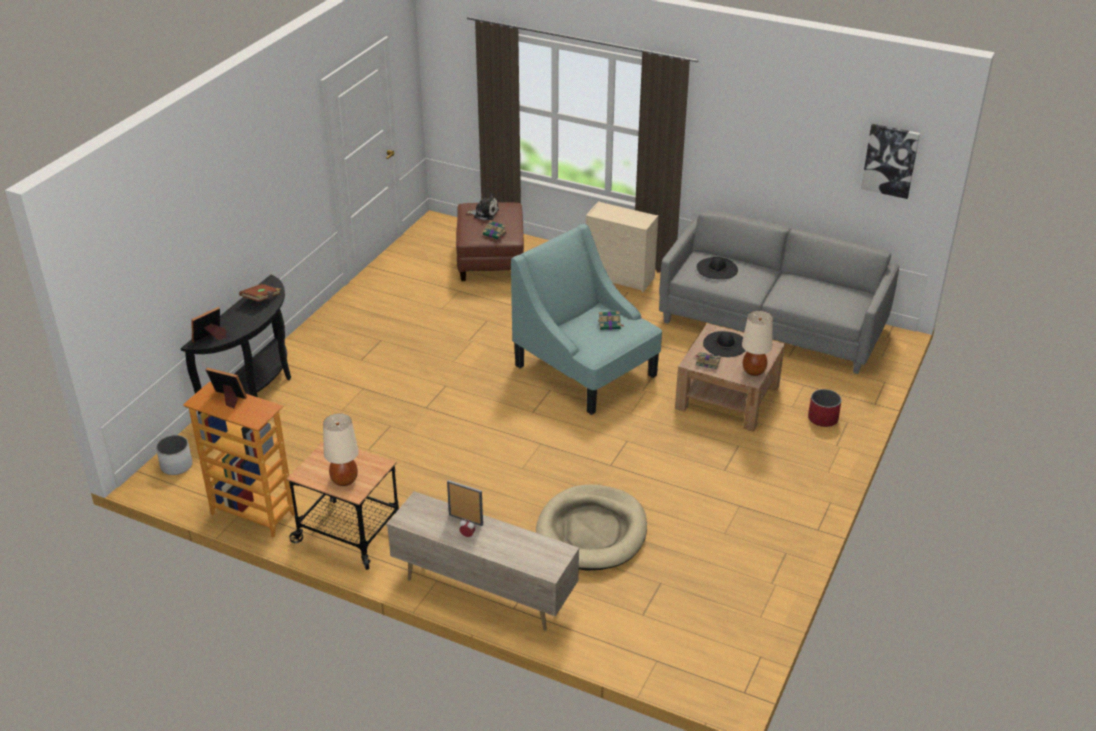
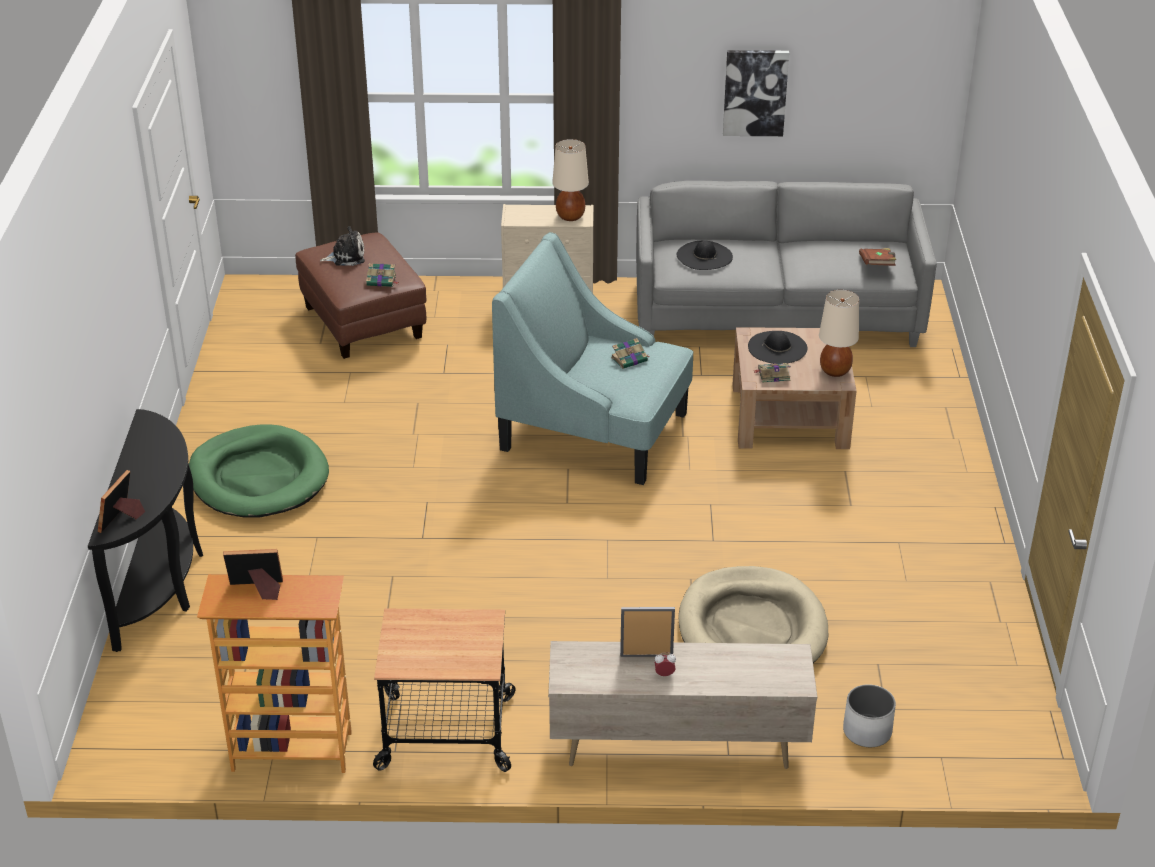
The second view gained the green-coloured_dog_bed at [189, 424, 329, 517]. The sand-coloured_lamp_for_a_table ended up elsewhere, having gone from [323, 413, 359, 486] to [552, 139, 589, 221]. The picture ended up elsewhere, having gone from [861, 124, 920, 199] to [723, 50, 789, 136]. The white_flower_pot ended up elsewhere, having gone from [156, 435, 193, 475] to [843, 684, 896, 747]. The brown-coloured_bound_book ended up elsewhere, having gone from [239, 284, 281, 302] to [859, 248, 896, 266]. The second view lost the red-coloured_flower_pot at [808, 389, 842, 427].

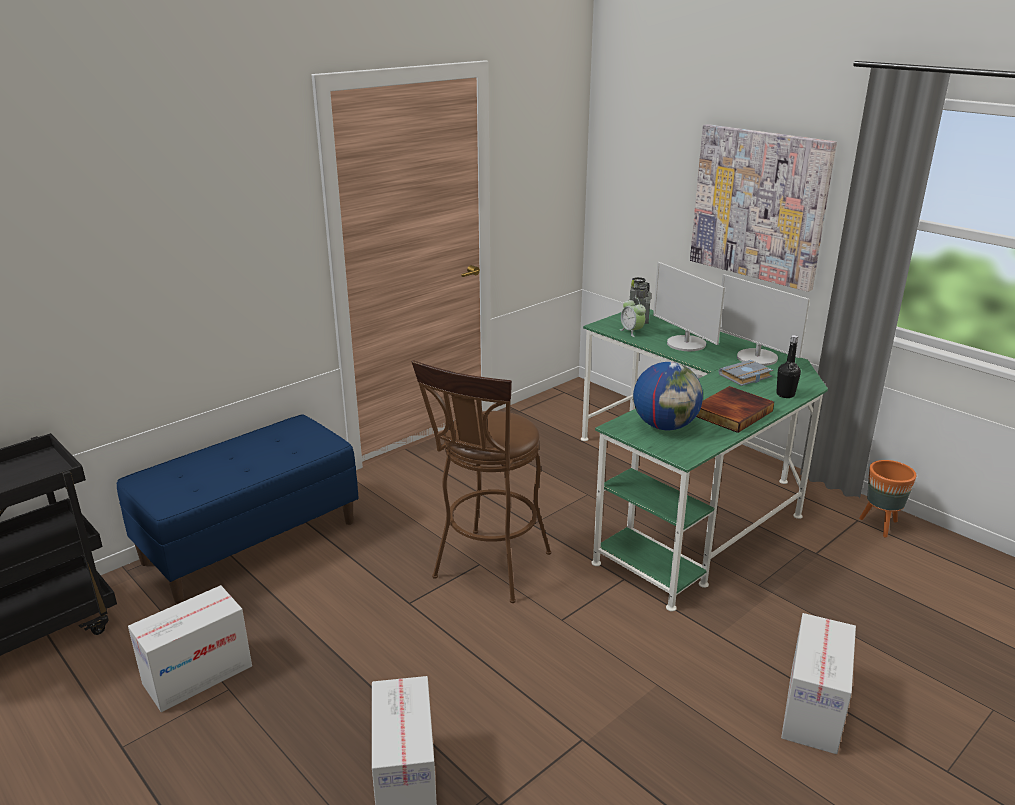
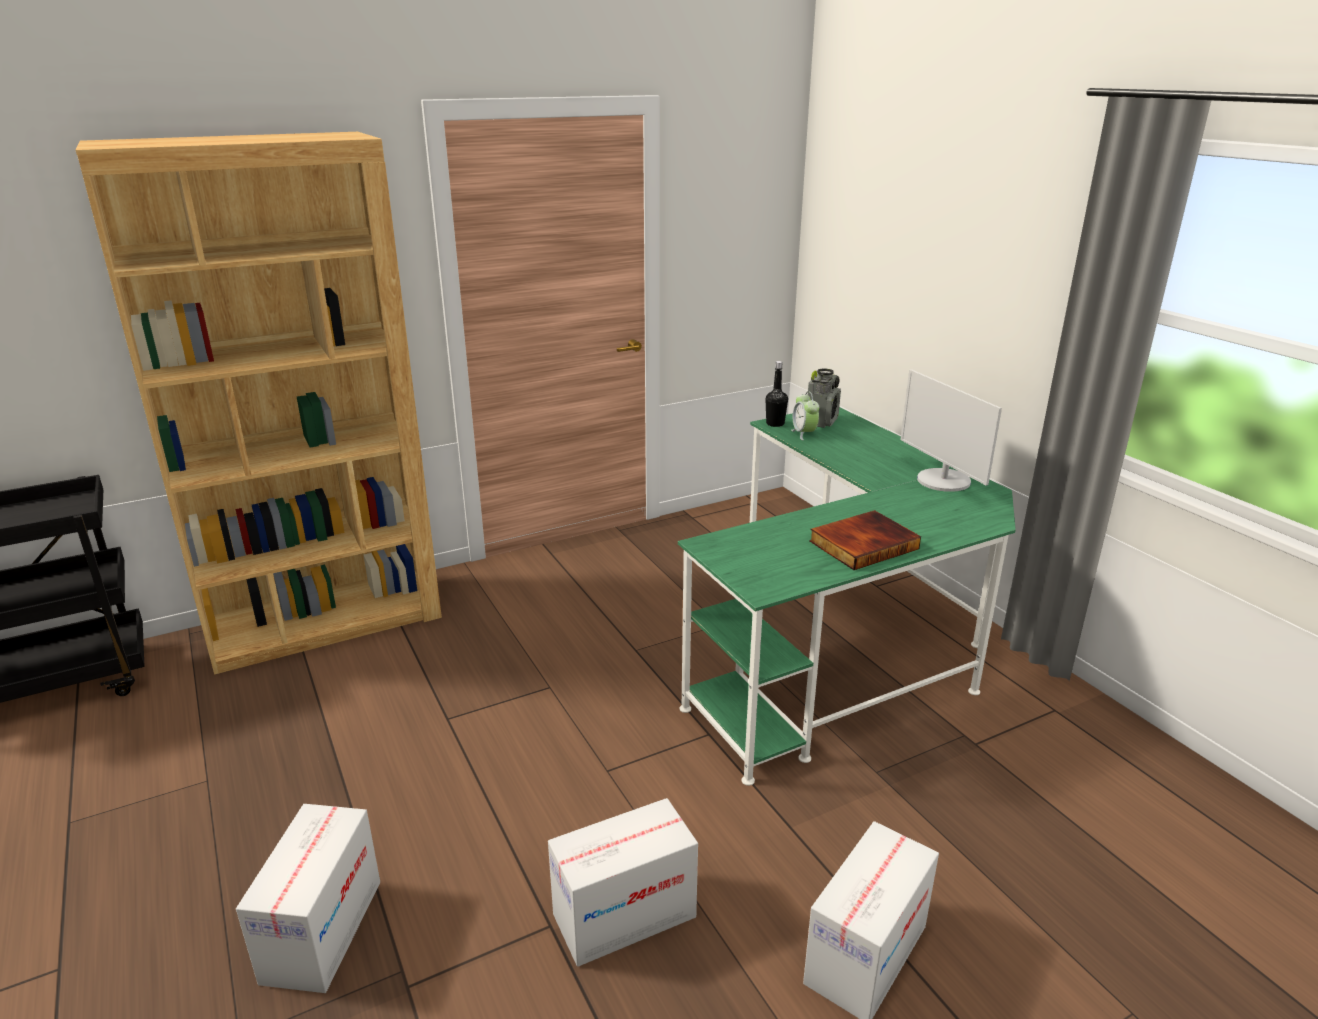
Where the blue_indoor_bench stood at [117, 414, 359, 603], the brown-coloured_shelving_unit came to stand at [76, 132, 442, 675]. The packing_box ended up elsewhere, having gone from [128, 585, 252, 712] to [548, 798, 698, 967]. The black_beverage_bottle ended up elsewhere, having gone from [776, 335, 801, 398] to [766, 361, 788, 427]. The second view lost the brown-coloured_stool at [412, 360, 551, 603]. The second view lost the globe at [633, 362, 703, 430]. The second view lost the monitor at [653, 262, 725, 351]. The second view lost the picture at [690, 124, 837, 292]. The second view lost the grey_bound_book at [719, 360, 773, 386]. The second view lost the orange_flower_pot at [859, 460, 917, 538].

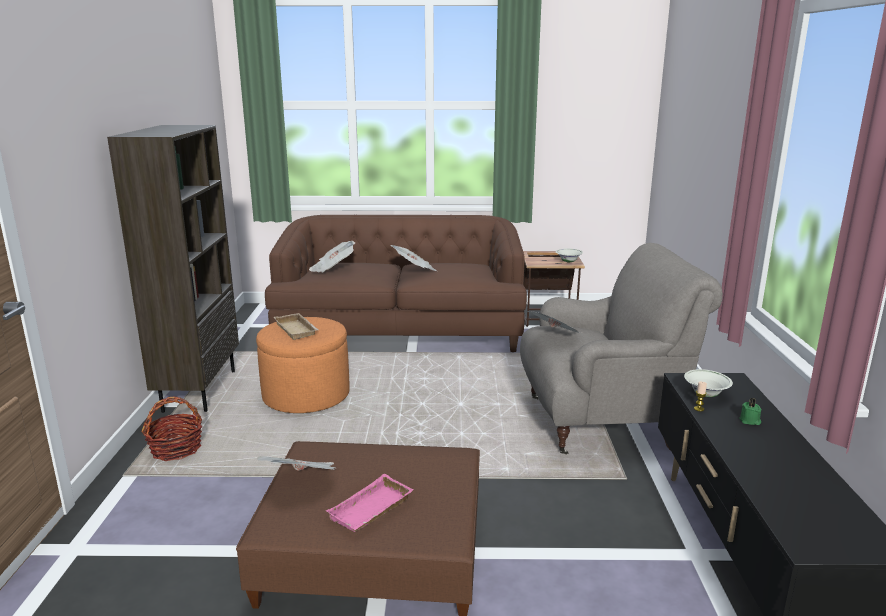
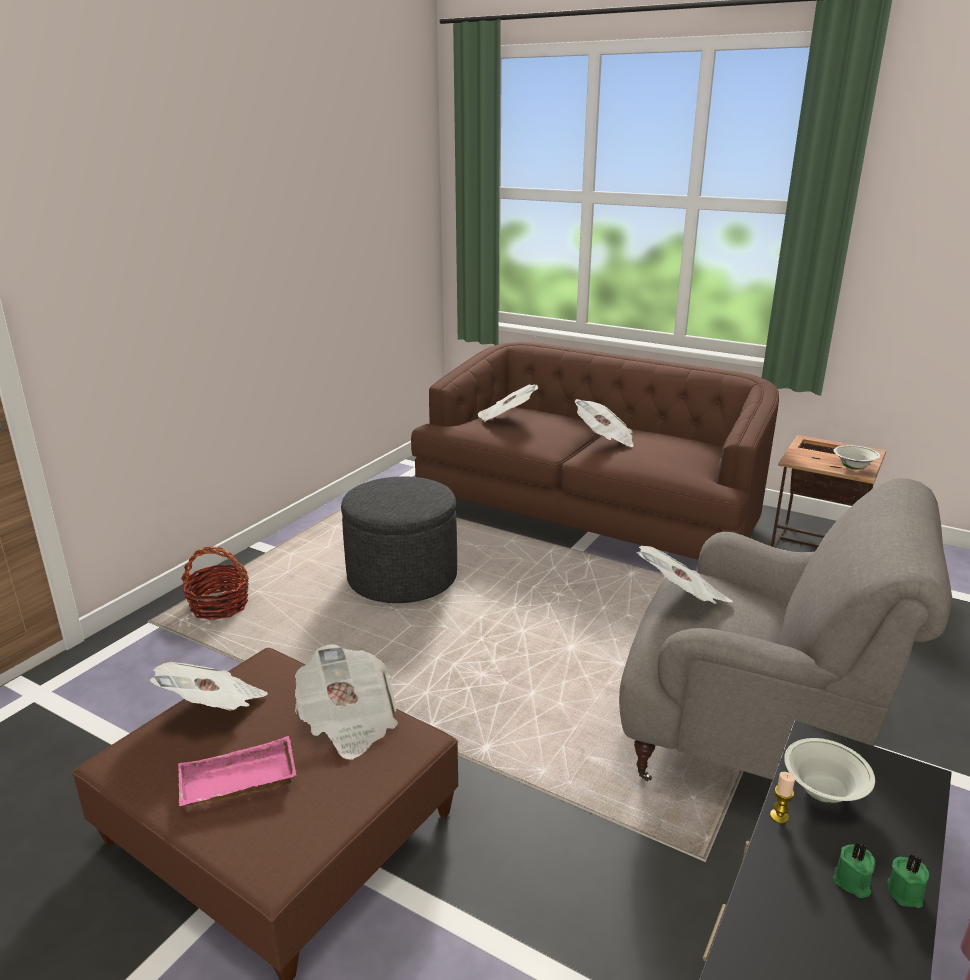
The second view gained the printed_paper at [295, 644, 398, 760]. What was the orange_footrest at [256, 317, 350, 413] turned into the grey_footrest at [341, 476, 457, 603]. The second view gained the green-coloured_wax_candle at [887, 854, 929, 908]. The second view lost the brown-coloured_shelving_unit at [107, 125, 239, 413]. The second view lost the sand-coloured_serving_tray at [274, 313, 318, 340].

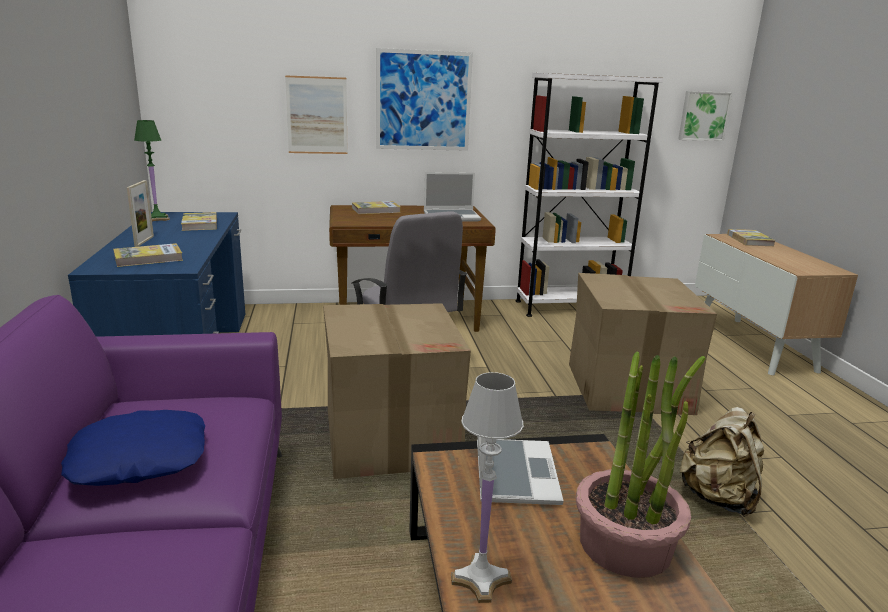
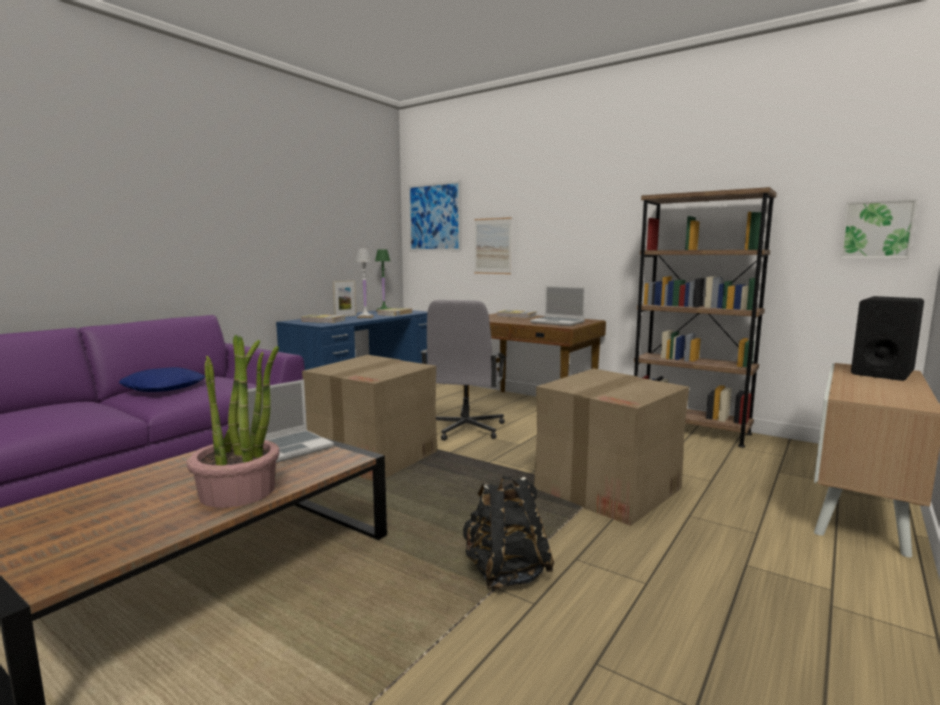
The white_lamp_for_a_table ended up elsewhere, having gone from [451, 372, 523, 603] to [355, 249, 374, 318]. The picture ended up elsewhere, having gone from [376, 48, 473, 151] to [408, 180, 461, 251]. What was the sand-coloured_knapsack at [679, 407, 764, 517] turned into the black_knapsack at [463, 476, 555, 589]. What was the white_shelving_unit at [515, 73, 663, 317] turned into the brown-coloured_shelving_unit at [634, 187, 777, 448]. Where the bound_book stood at [727, 229, 776, 246], the black_loudspeaker came to stand at [851, 296, 924, 381].

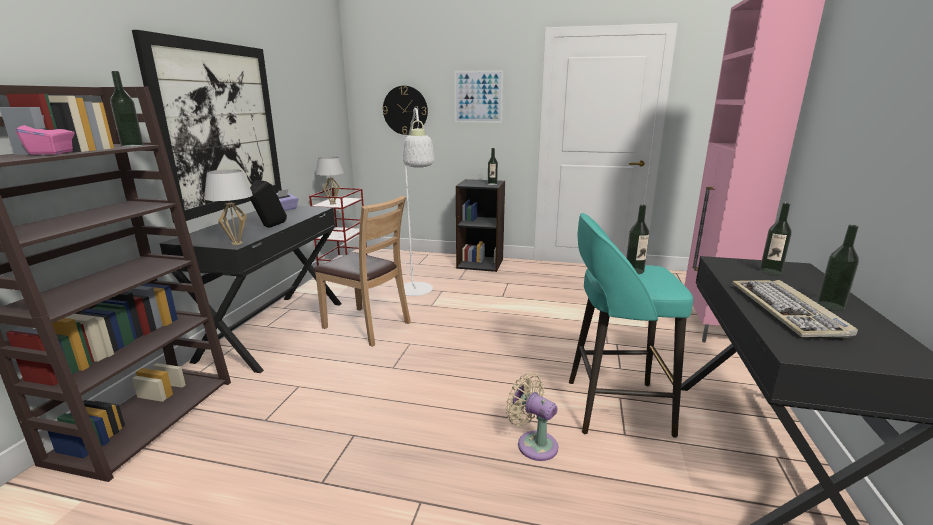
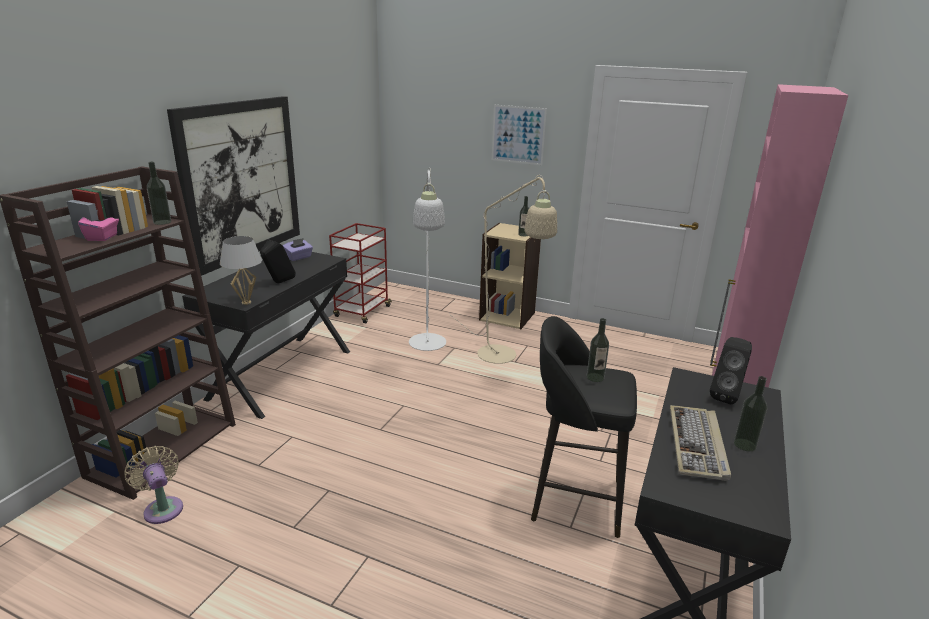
The sand-coloured_cooling_fan ended up elsewhere, having gone from [506, 373, 558, 461] to [124, 446, 183, 524]. The second view gained the sand-coloured_standard_lamp at [448, 175, 557, 364]. What was the black_shelving_unit at [456, 179, 505, 272] turned into the sand-coloured_shelving_unit at [479, 223, 541, 329]. What was the turquoise_stool at [569, 213, 693, 438] turned into the black_stool at [531, 316, 637, 538]. Where the beverage_bottle stood at [760, 203, 792, 275], the black_loudspeaker came to stand at [710, 337, 752, 404]. The second view lost the brown-coloured_plain_chair at [313, 196, 411, 347]. The second view lost the white_lamp_for_a_table at [316, 157, 344, 205]. The second view lost the clock_on_the_wall at [383, 86, 428, 135].

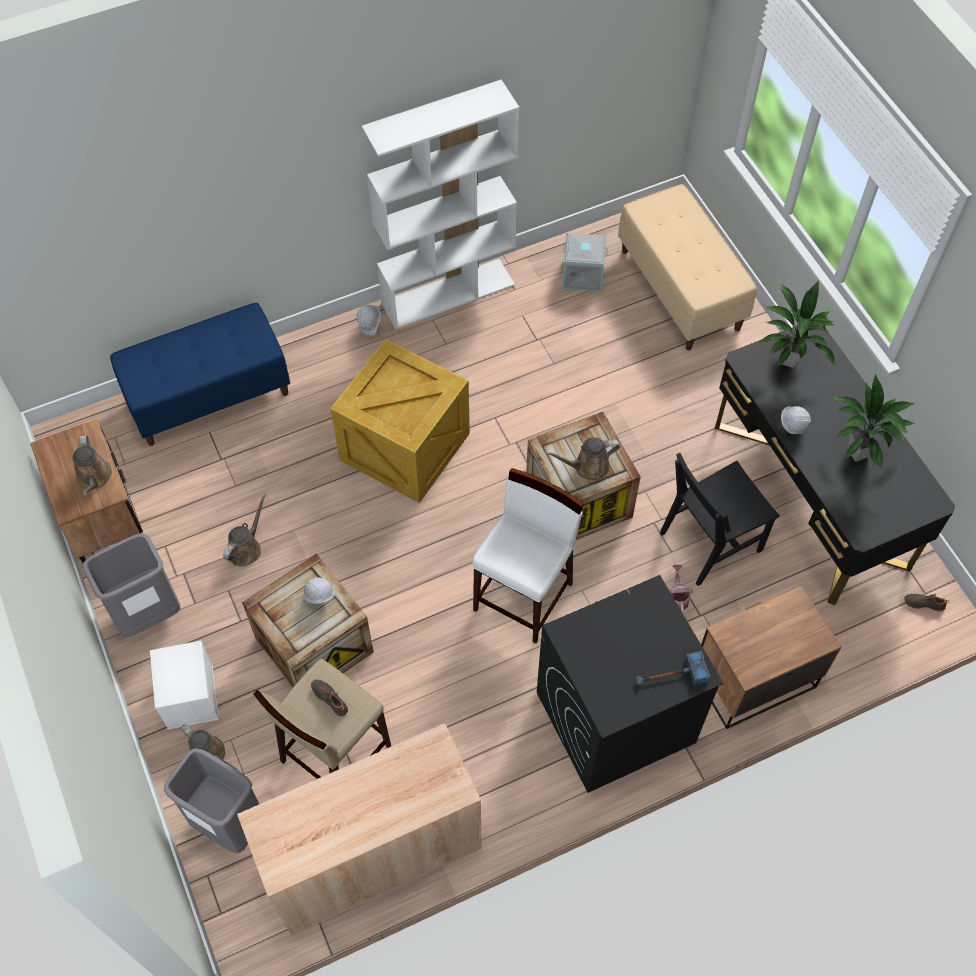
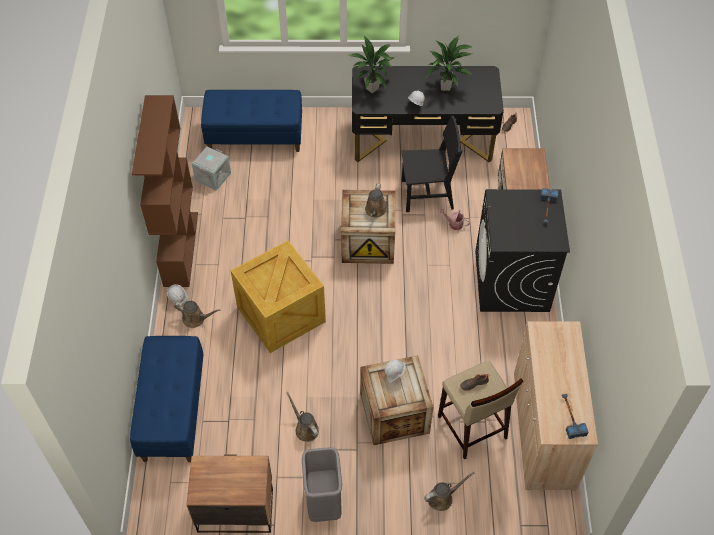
What was the white_shelving_unit at [362, 80, 519, 330] turned into the brown-coloured_shelving_unit at [132, 95, 198, 287]. The brown-coloured_sprinkling_can ended up elsewhere, having gone from [72, 435, 112, 496] to [174, 301, 220, 328]. What was the sand-coloured_indoor_bench at [618, 184, 757, 350] turned into the blue_indoor_bench at [201, 90, 302, 152]. The black_plain_chair at [660, 453, 780, 586] ended up facing another way, 90 degrees counterclockwise from before. The second view gained the hammer at [562, 394, 588, 439]. The second view lost the white_storage_bin at [150, 640, 219, 730]. The second view lost the grey_rubbish_bin at [164, 748, 259, 853]. The second view lost the white_stool at [472, 468, 584, 644].

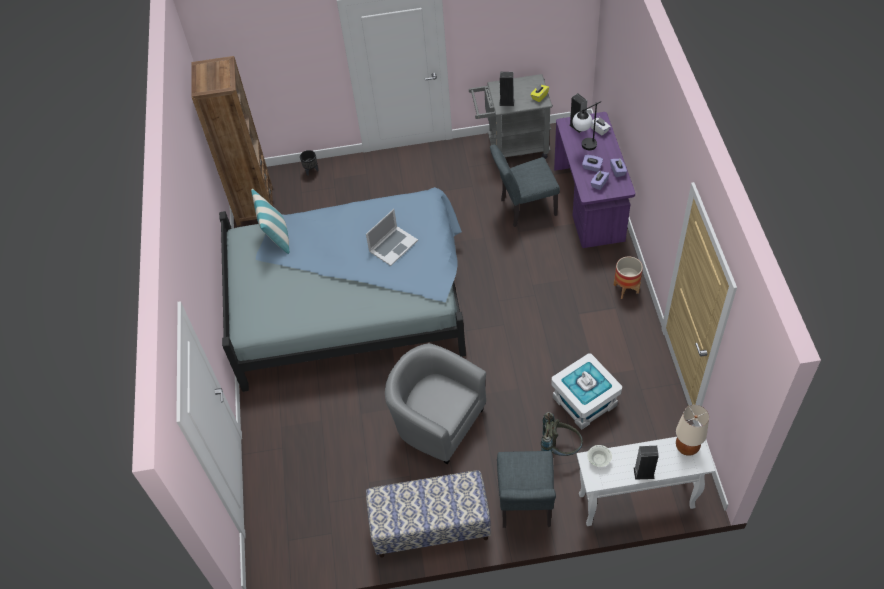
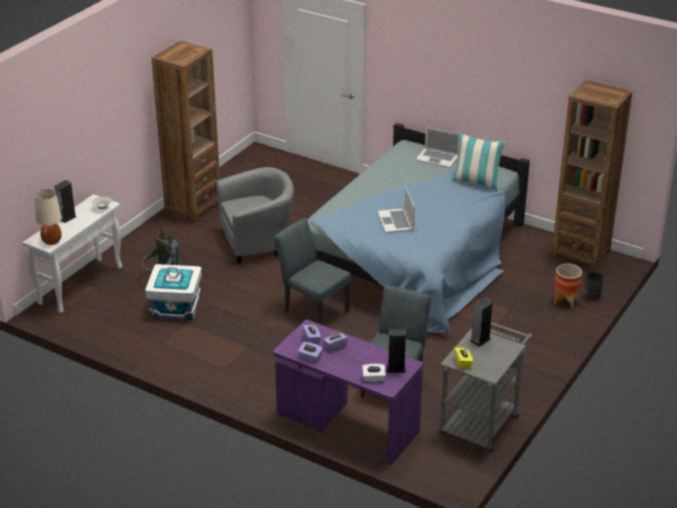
Where the indoor_bench stood at [366, 470, 491, 558], the brown-coloured_shelving_unit came to stand at [151, 41, 220, 223]. The grey_plain_chair ended up elsewhere, having gone from [497, 451, 556, 528] to [273, 218, 351, 325]. The second view gained the portable_computer at [416, 127, 460, 168]. The flower_pot ended up elsewhere, having gone from [614, 256, 643, 299] to [554, 264, 582, 309]. The second view lost the lamp_for_a_table at [573, 101, 601, 150].

